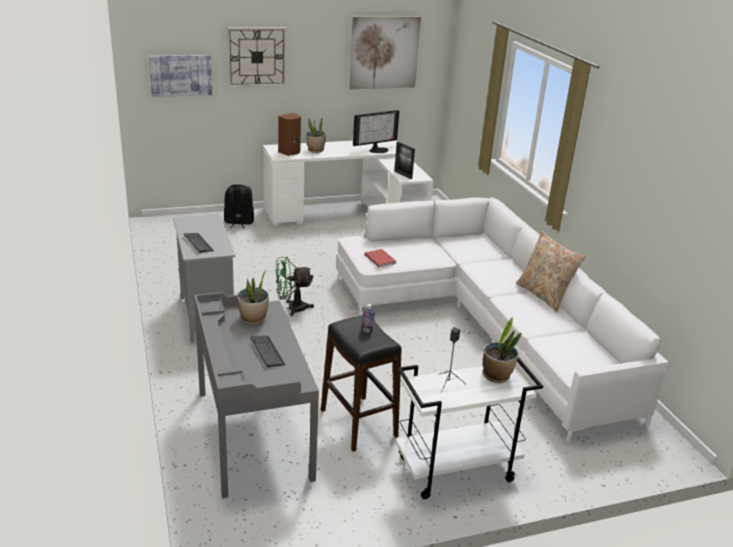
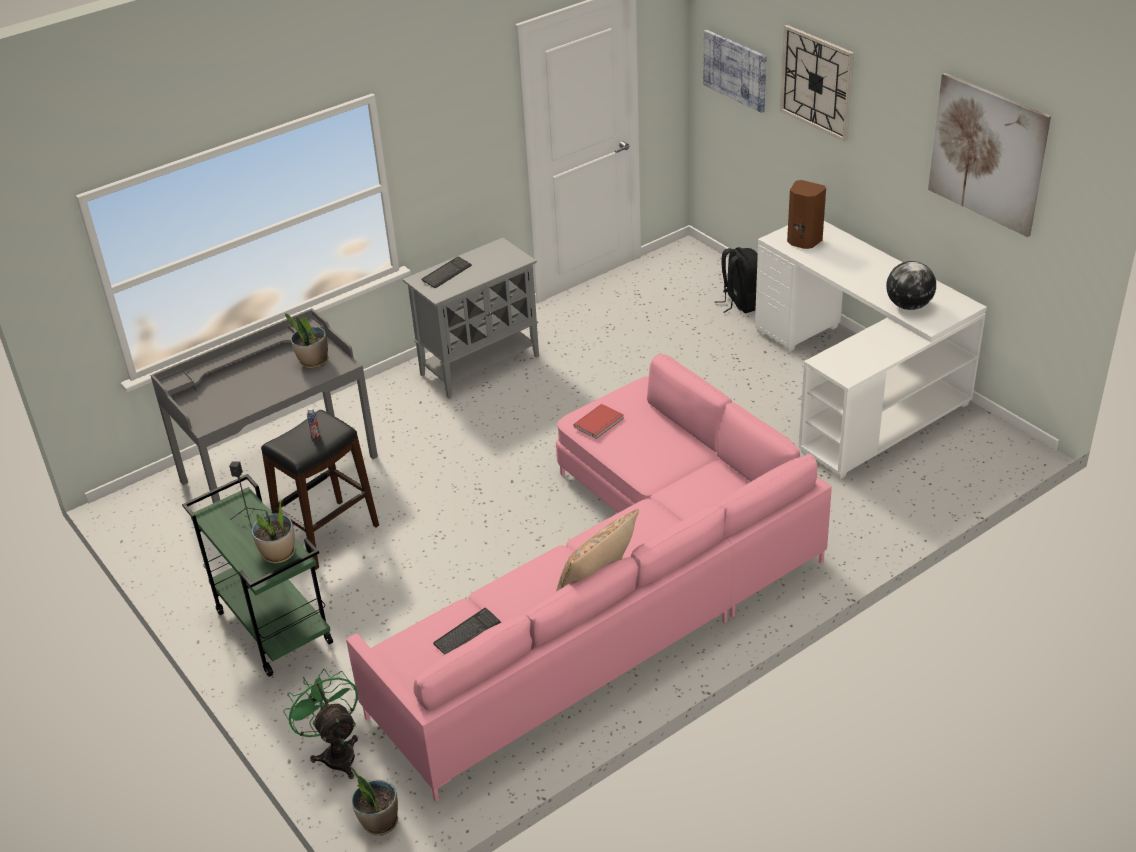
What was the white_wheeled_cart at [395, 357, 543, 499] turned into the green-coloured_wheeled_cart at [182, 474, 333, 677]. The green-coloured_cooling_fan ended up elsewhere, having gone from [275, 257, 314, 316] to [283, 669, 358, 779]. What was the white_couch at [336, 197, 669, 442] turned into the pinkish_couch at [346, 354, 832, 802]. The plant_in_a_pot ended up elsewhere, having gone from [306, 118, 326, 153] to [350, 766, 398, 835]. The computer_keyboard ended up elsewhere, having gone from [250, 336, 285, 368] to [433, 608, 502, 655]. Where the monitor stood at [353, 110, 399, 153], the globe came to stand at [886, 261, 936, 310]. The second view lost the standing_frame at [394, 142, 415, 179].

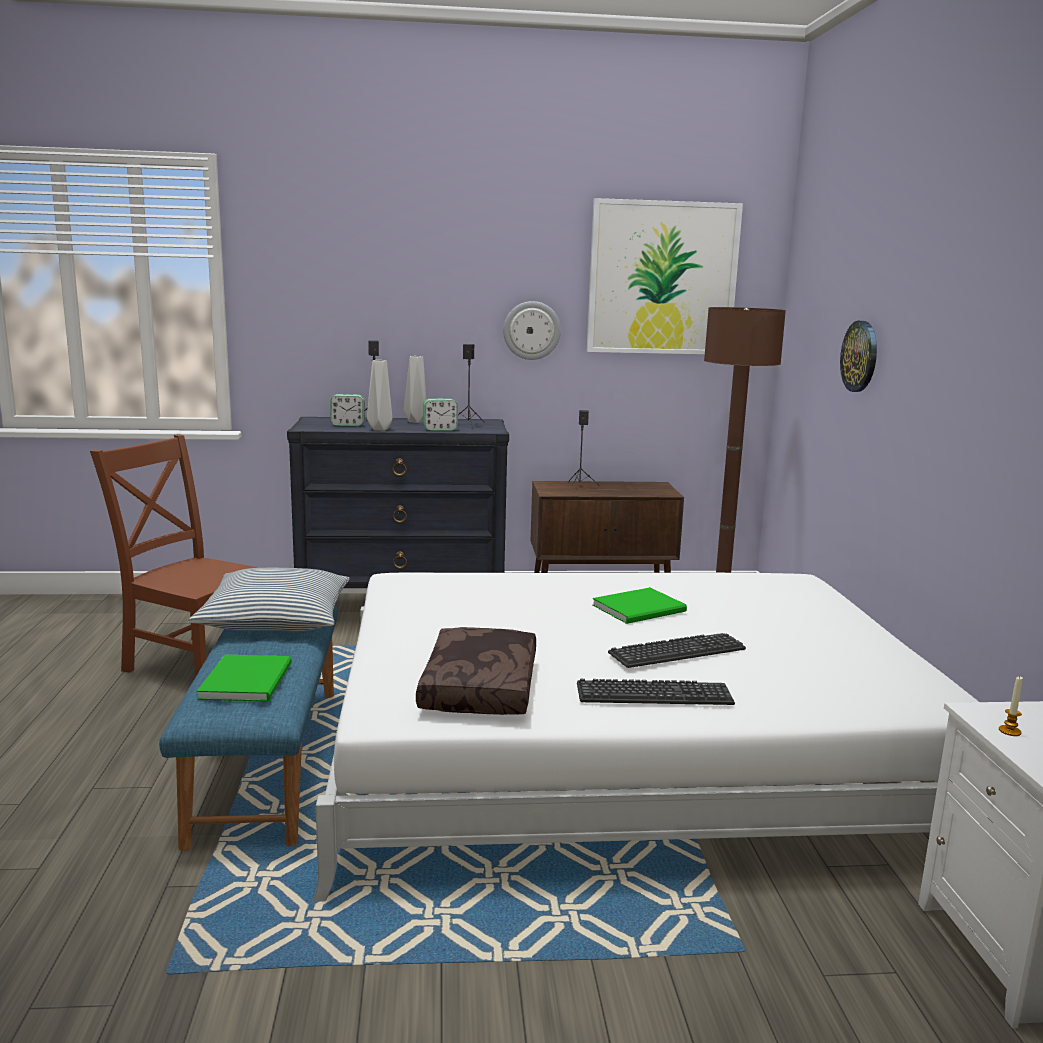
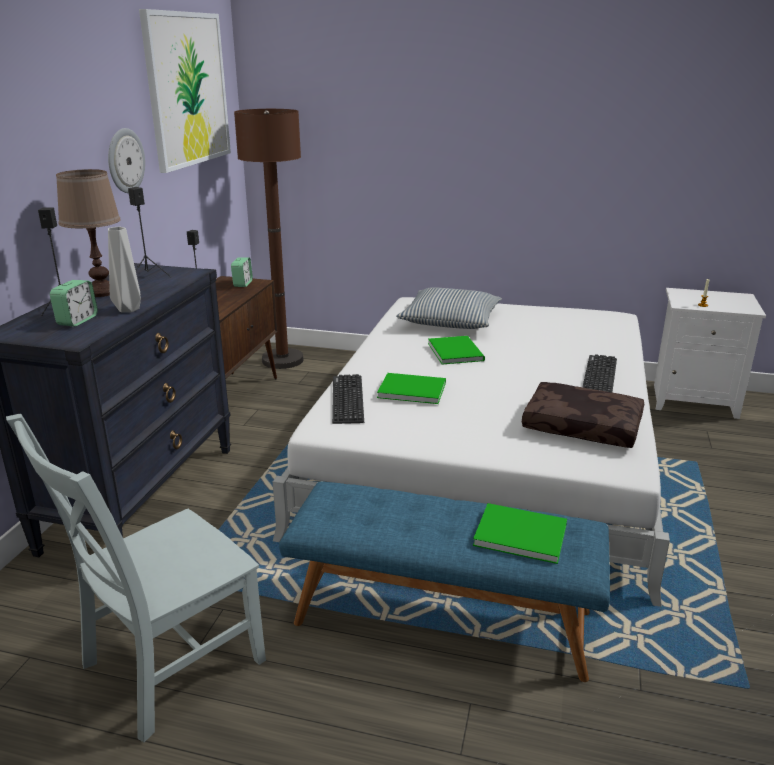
What was the brown-coloured_plain_chair at [90, 434, 258, 676] turned into the grey_plain_chair at [6, 414, 266, 742]. Where the grey_vase stood at [404, 356, 426, 423], the brown-coloured_lamp_for_a_table came to stand at [56, 169, 121, 297]. The alarm_clock ended up elsewhere, having gone from [423, 398, 458, 431] to [231, 257, 253, 287]. The computer_keyboard ended up elsewhere, having gone from [608, 633, 746, 668] to [332, 374, 364, 424]. The second view gained the green-coloured_bound_book at [377, 373, 446, 404]. The cushion ended up elsewhere, having gone from [188, 568, 349, 631] to [396, 287, 502, 329]. The second view lost the clock_on_the_wall at [840, 321, 877, 392].

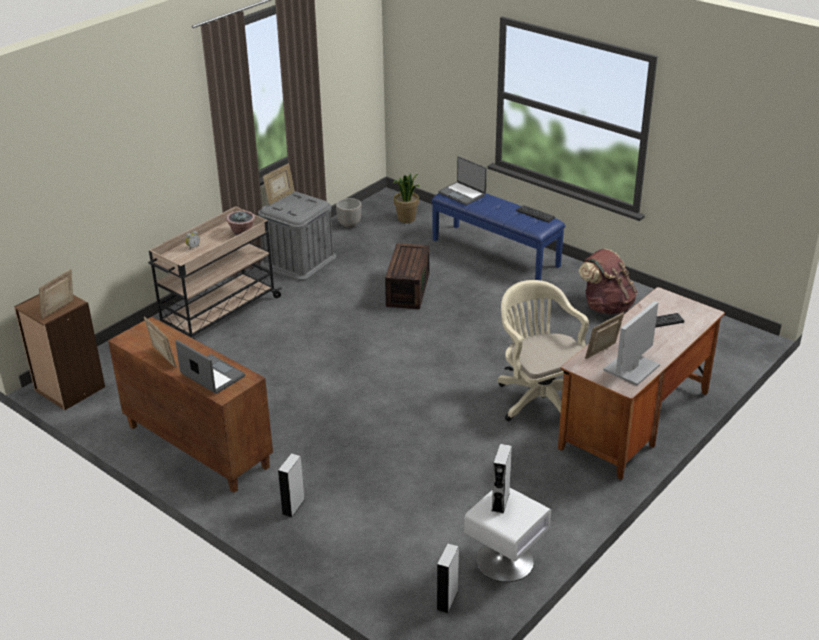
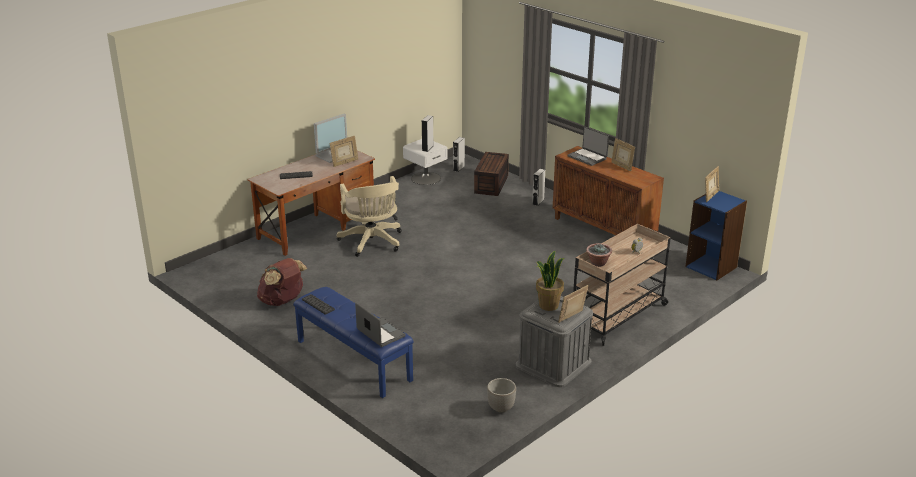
The brown-coloured_storage_bin ended up elsewhere, having gone from [385, 243, 429, 309] to [474, 152, 509, 196]. The plant_in_a_pot ended up elsewhere, having gone from [393, 173, 420, 223] to [536, 251, 565, 311]. What was the brown-coloured_shelving_unit at [14, 294, 105, 410] turned into the blue_shelving_unit at [685, 191, 747, 280].

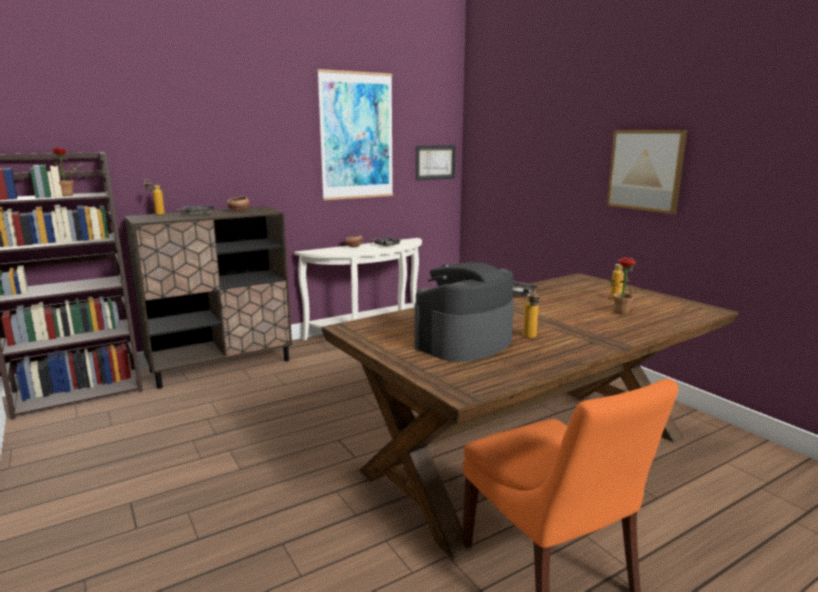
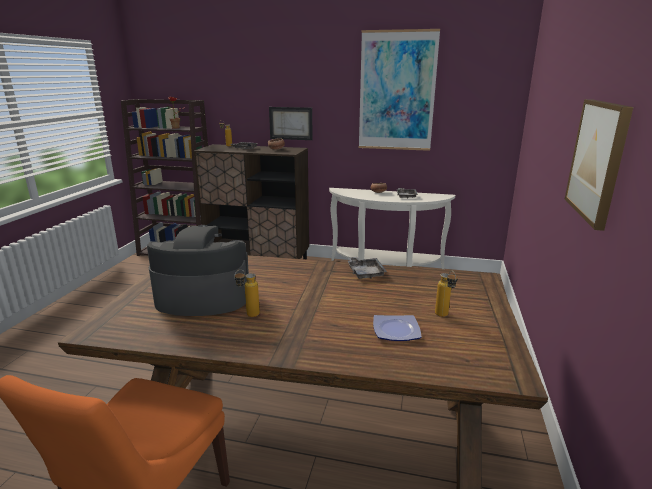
The picture ended up elsewhere, having gone from [416, 145, 455, 181] to [269, 107, 313, 140]. Where the plant_in_a_pot stood at [609, 258, 647, 314], the dinner_plate came to stand at [373, 315, 422, 341].

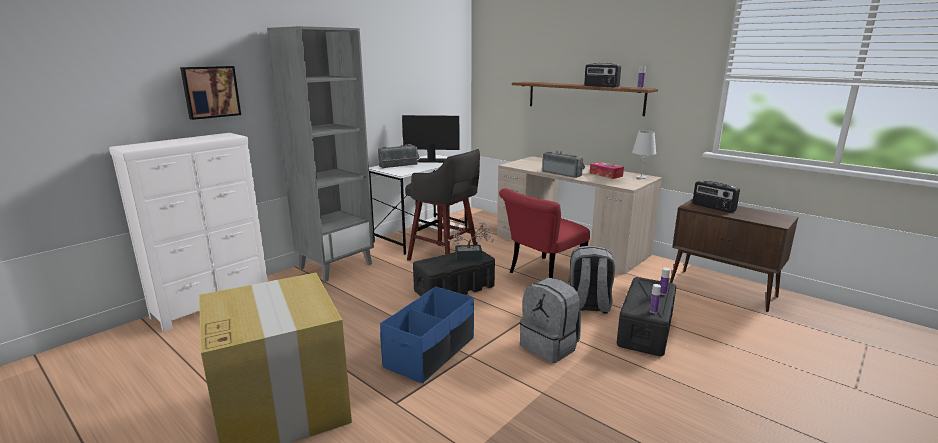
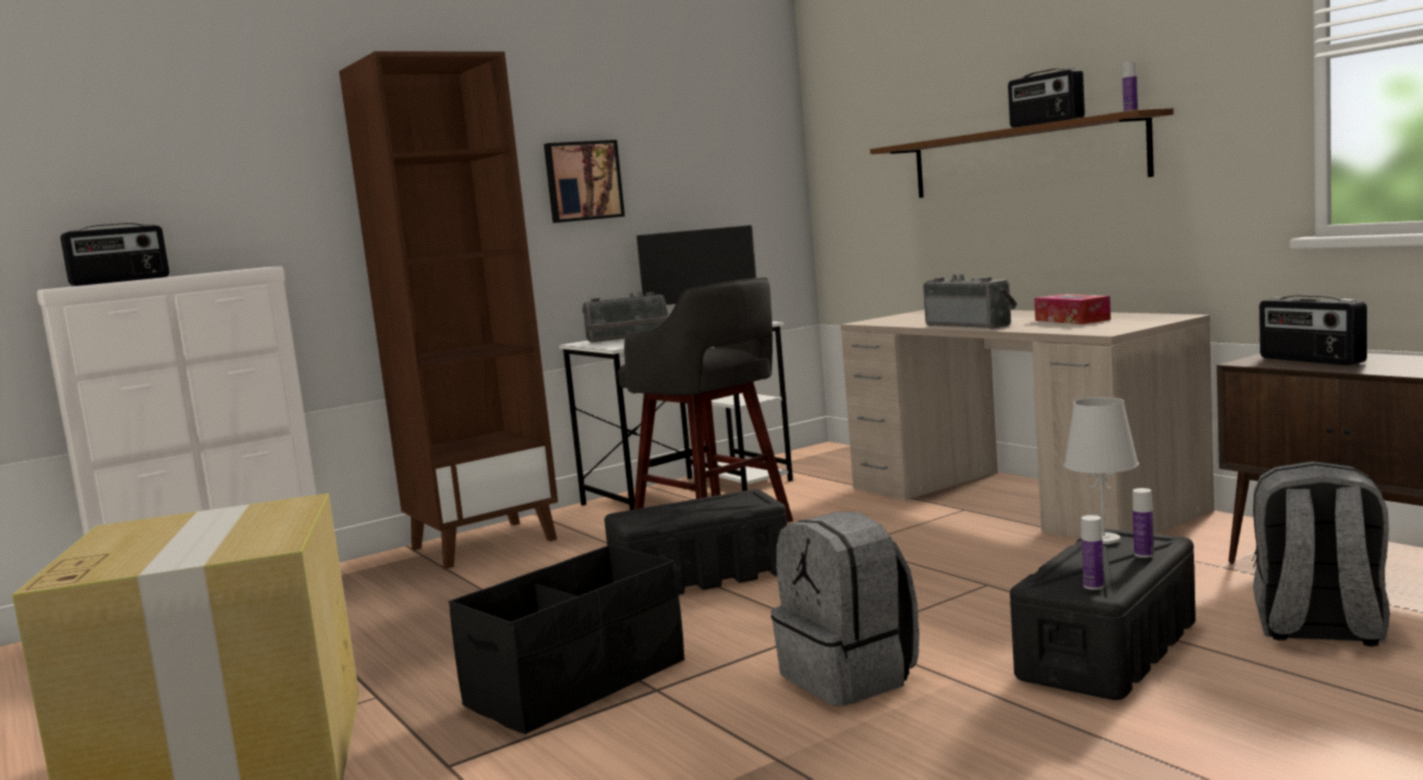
The second view gained the radio_set at [60, 223, 169, 286]. What was the grey_shelving_unit at [267, 26, 374, 282] turned into the brown-coloured_shelving_unit at [339, 51, 558, 569]. What was the blue_storage_bin at [380, 287, 474, 383] turned into the black_storage_bin at [449, 545, 685, 734]. The picture ended up elsewhere, having gone from [180, 66, 241, 120] to [544, 140, 625, 223]. The white_lamp_for_a_table ended up elsewhere, having gone from [632, 131, 656, 179] to [1064, 397, 1139, 544]. The grey_knapsack ended up elsewhere, having gone from [569, 245, 615, 314] to [1252, 461, 1390, 646]. The second view lost the plant_in_a_pot at [448, 222, 494, 261]. The second view lost the red-coloured_plain_chair at [499, 188, 590, 278].

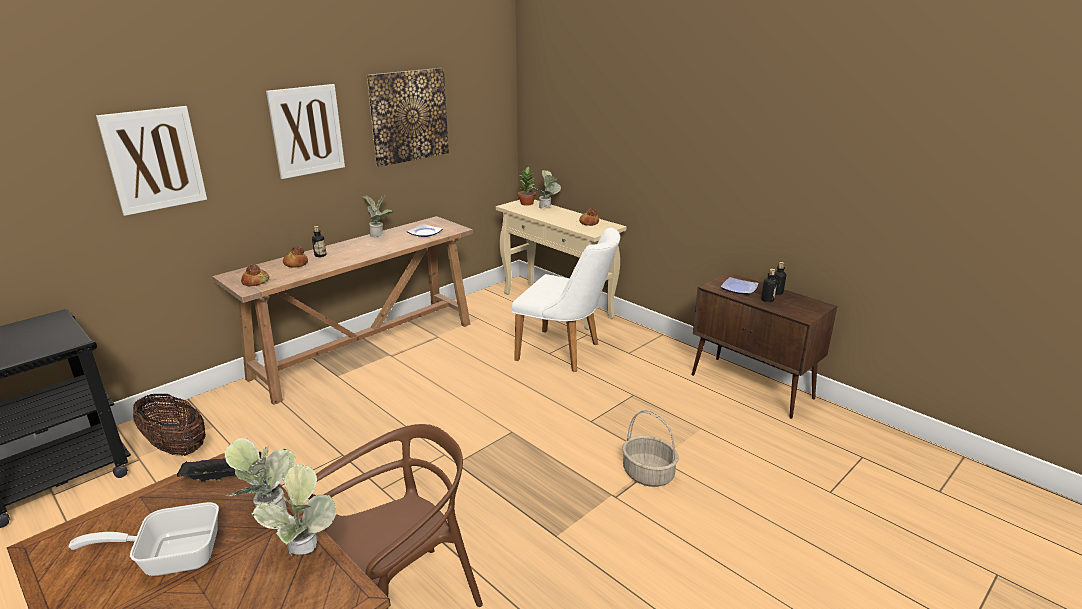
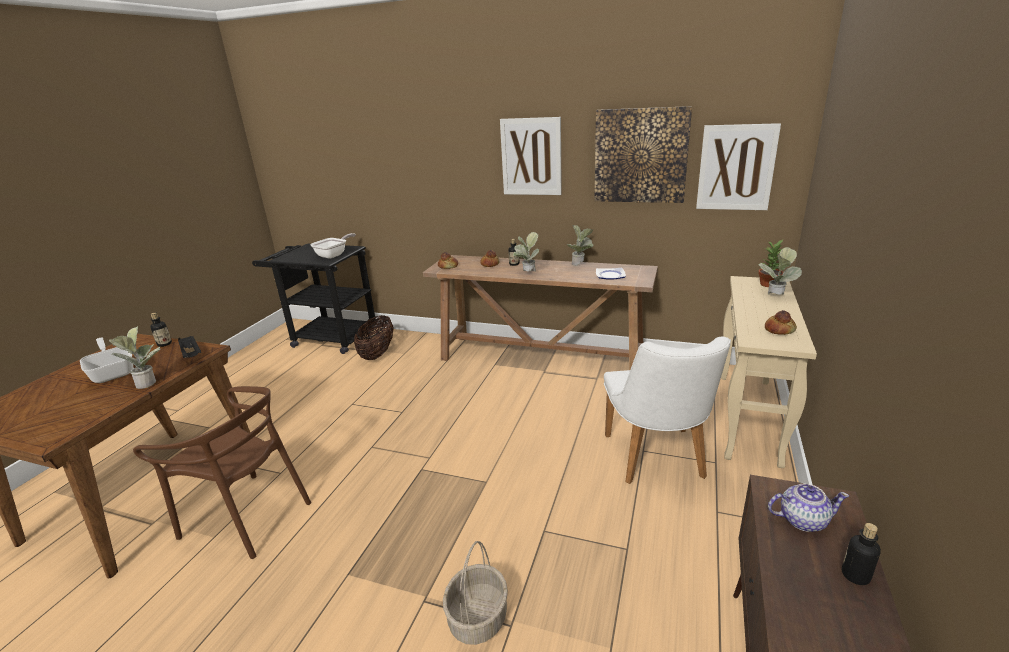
The beverage_bottle ended up elsewhere, having gone from [761, 268, 777, 302] to [150, 313, 172, 347]. The second view gained the pan at [310, 233, 356, 259]. The plant_in_a_pot ended up elsewhere, having gone from [252, 464, 336, 556] to [513, 232, 539, 272]. The picture ended up elsewhere, having gone from [96, 106, 207, 216] to [696, 123, 781, 210]. Where the dinner_plate stood at [721, 277, 758, 294], the pot_for_tea came to stand at [768, 483, 849, 532].

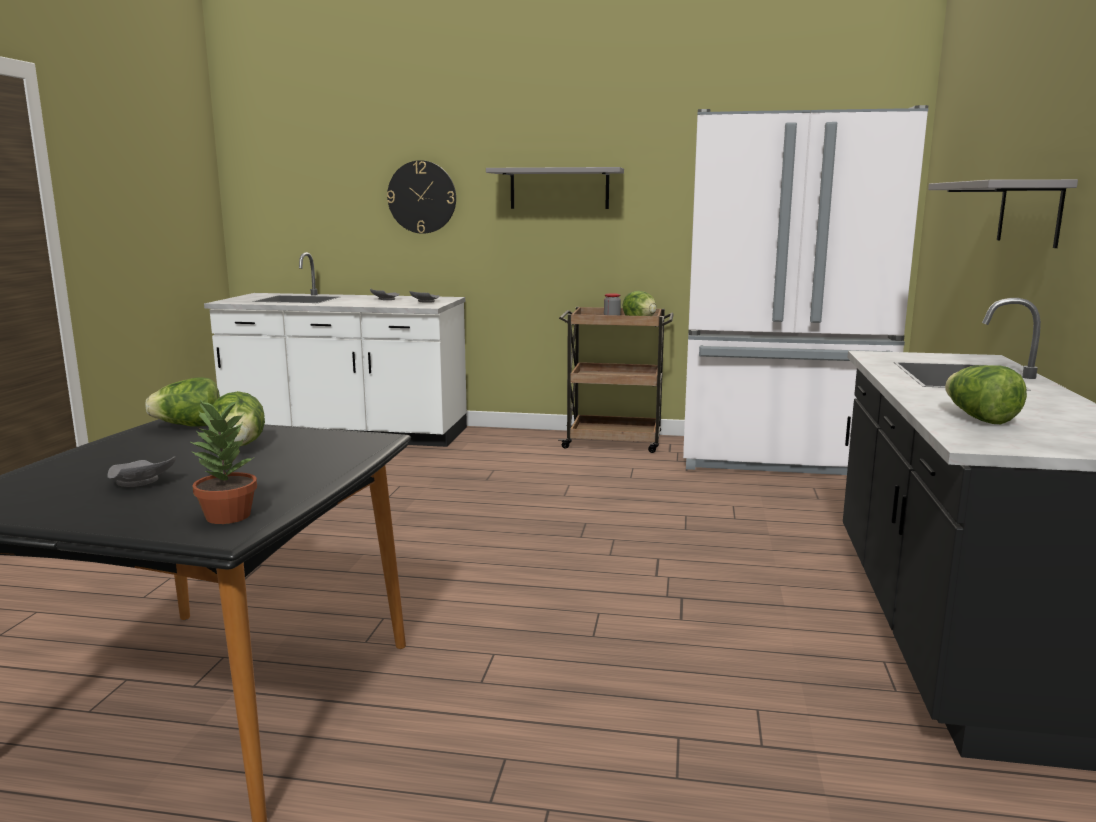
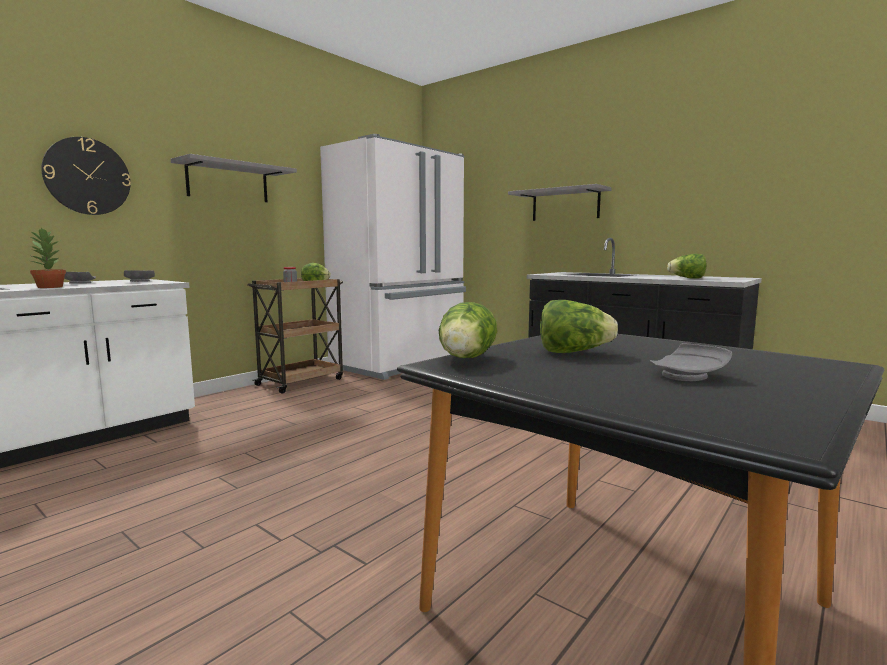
The plant_in_a_pot ended up elsewhere, having gone from [189, 400, 257, 524] to [29, 228, 66, 288].

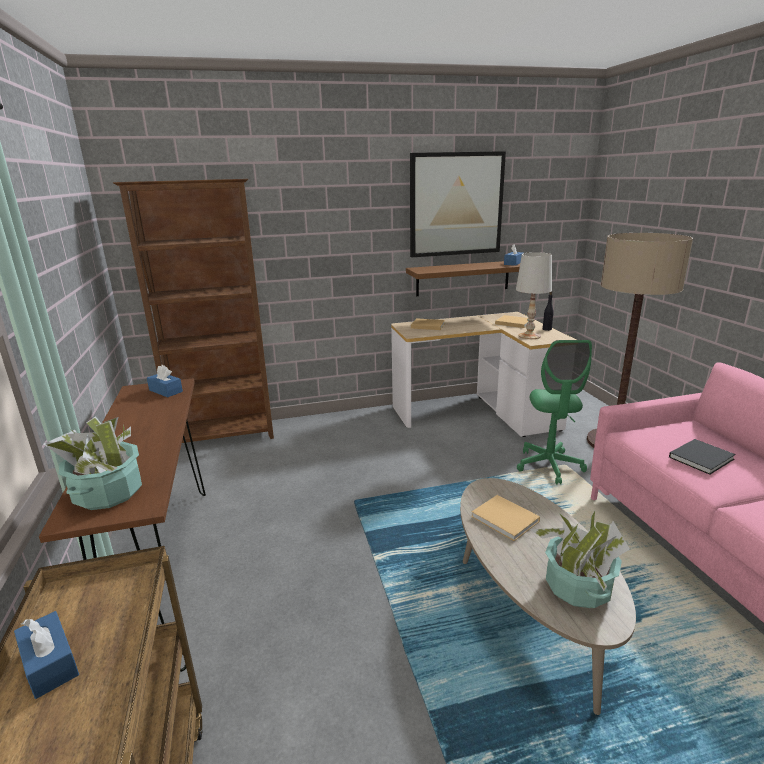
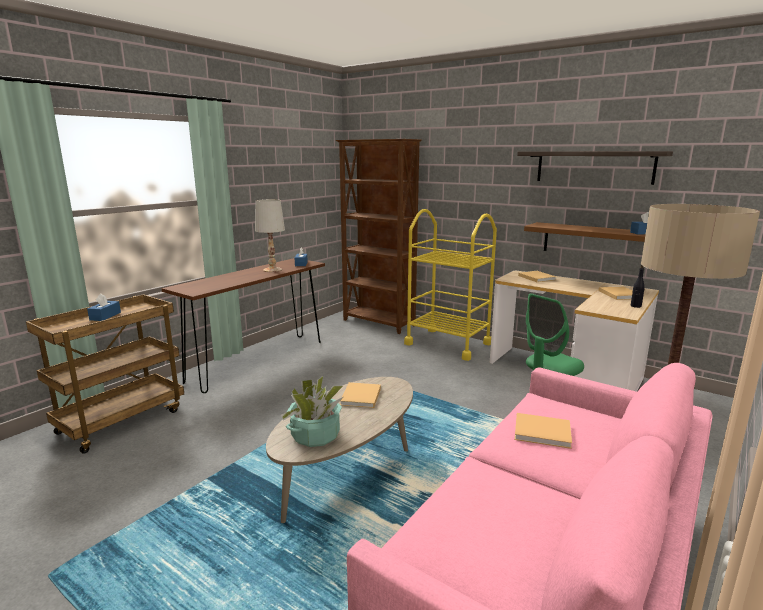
The white_lamp_for_a_table ended up elsewhere, having gone from [516, 252, 552, 339] to [255, 199, 285, 272]. The second view gained the yellowish_wheeled_cart at [404, 209, 497, 361]. What was the black_bound_book at [669, 439, 736, 475] turned into the sand-coloured_bound_book at [515, 413, 572, 449]. Where the picture hung at [410, 151, 506, 257], the shelf came to hang at [517, 151, 673, 185]. The second view lost the plant_in_a_pot at [44, 416, 142, 510].

